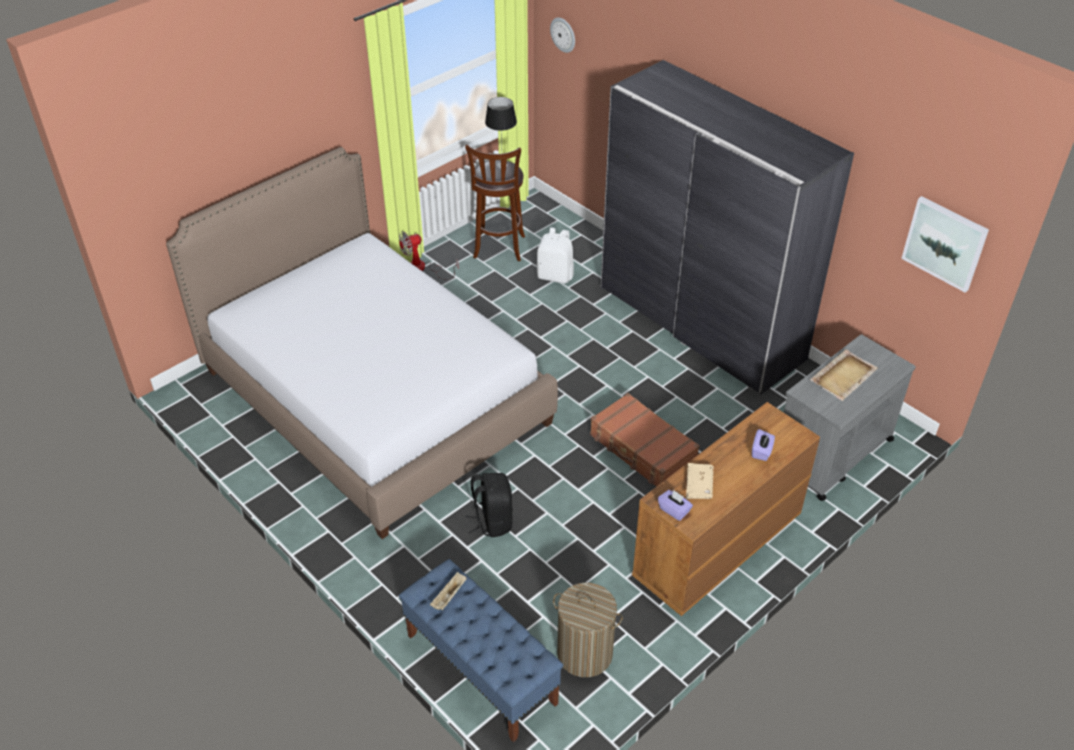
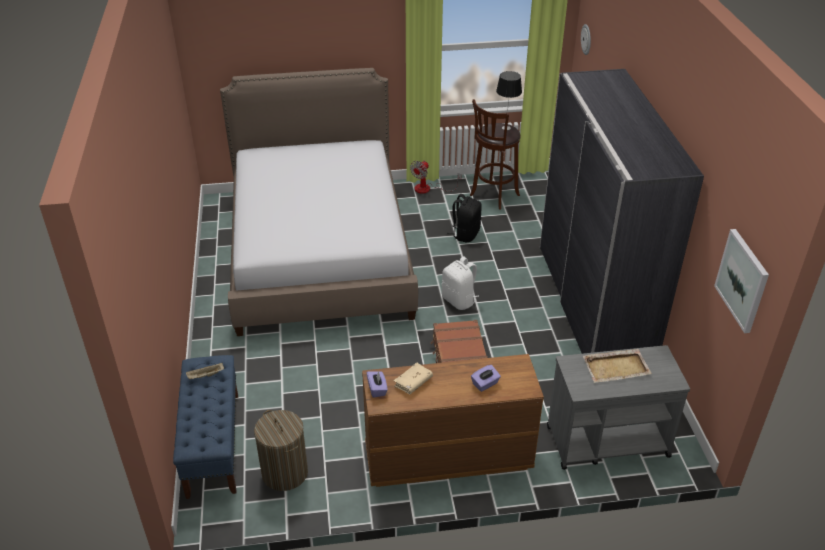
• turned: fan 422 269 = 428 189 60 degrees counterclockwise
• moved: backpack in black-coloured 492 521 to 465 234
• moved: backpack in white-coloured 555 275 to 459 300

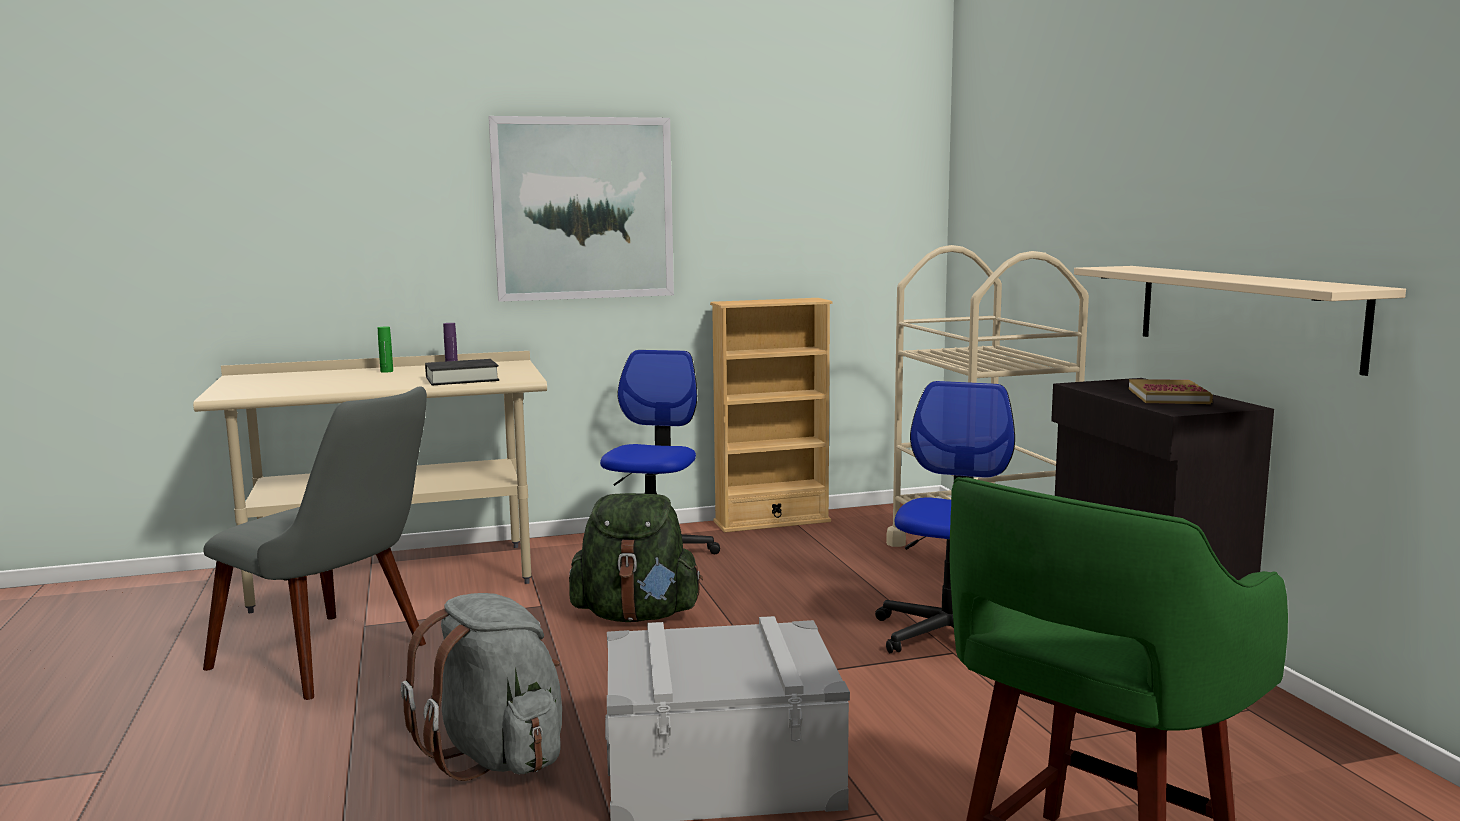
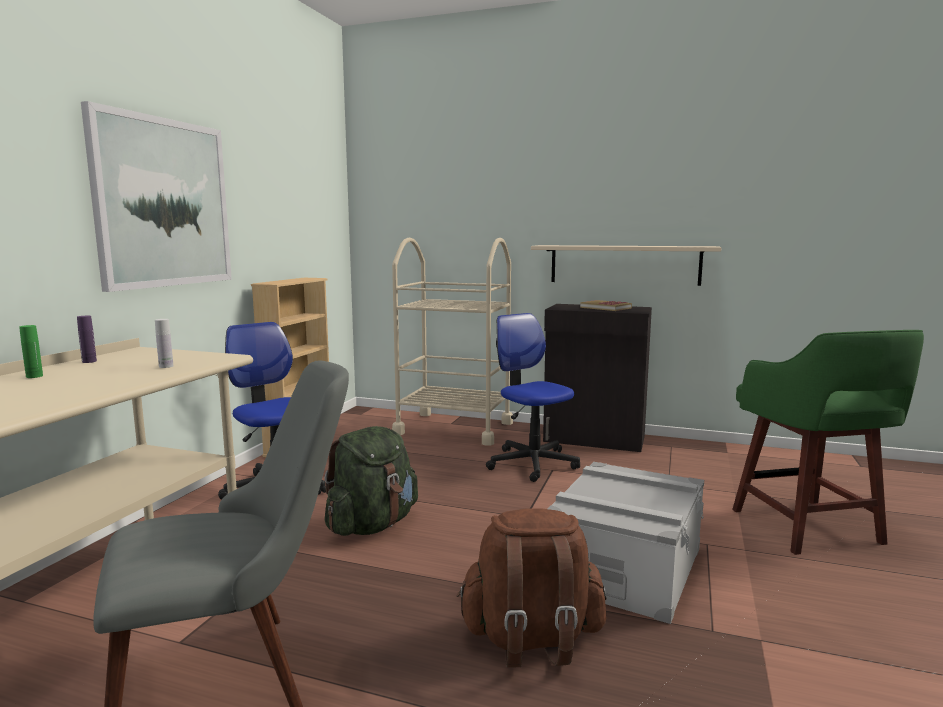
• recoloured: backpack in greyish 497 755 to backpack in brownish 531 639
• replaced: book in black-coloured 462 379 to beverage bottle in white-coloured 166 366

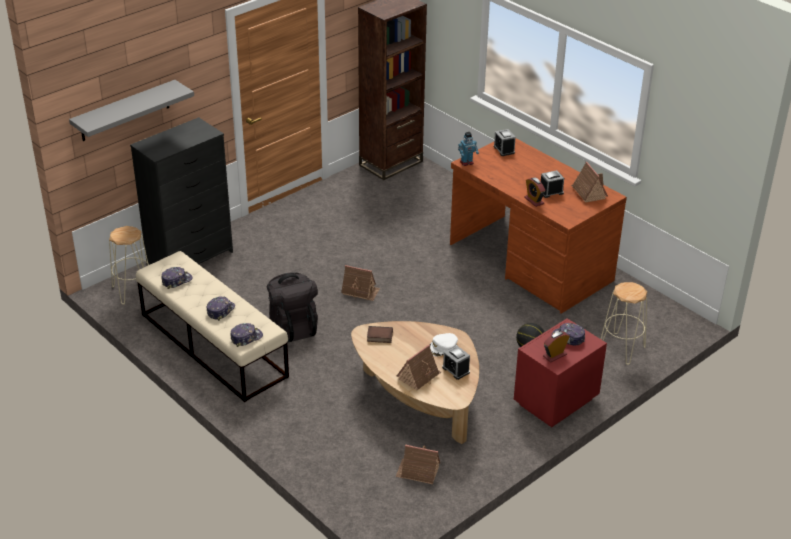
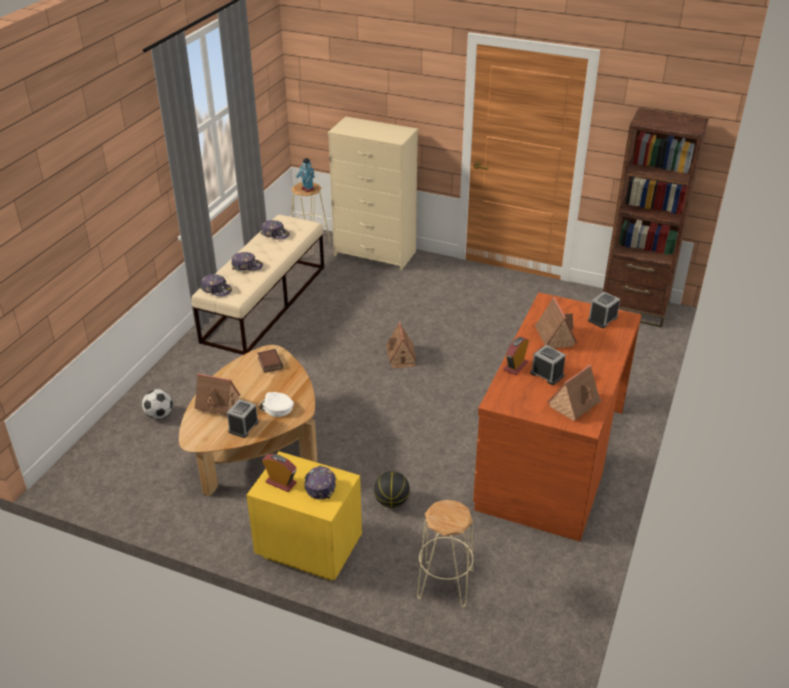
• removed: shelf in greyish 124 111
• recoloured: chest of drawers in black-coloured 191 257 to chest of drawers in beige-coloured 375 254
• removed: backpack in black-coloured 293 326
• moved: toy house 418 472 to 554 336
• moved: toy robot 467 163 to 307 189
• recoloured: night table in red-coloured 554 402 to night table in yellow 308 548
• added: football ball 159 415

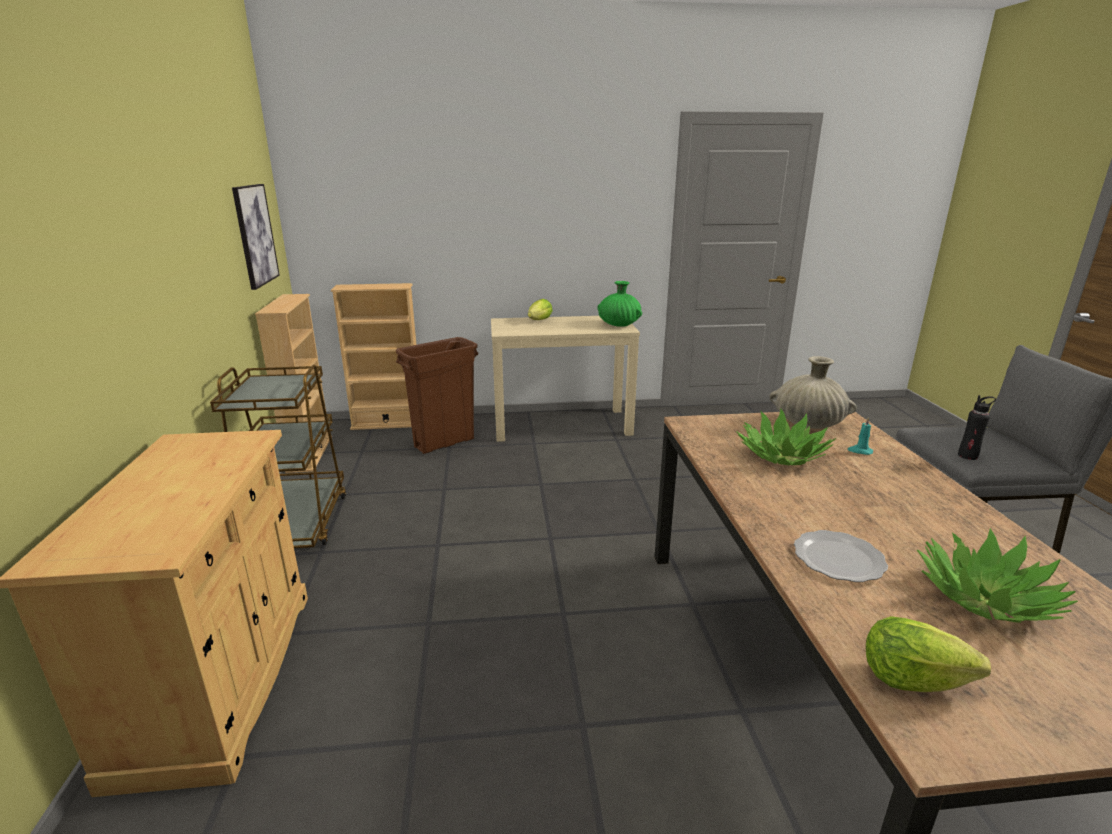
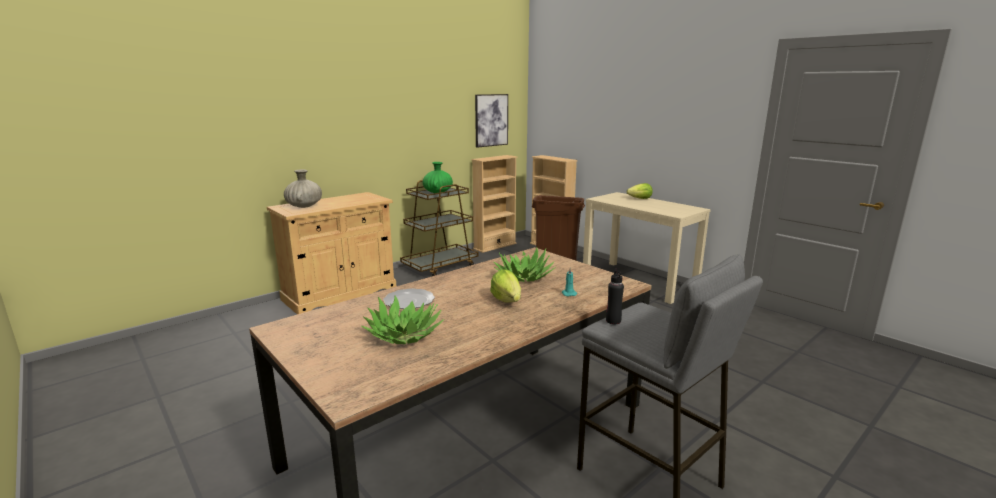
• moved: flower vase in green 619 325 to 438 192
• moved: flower vase in beige-coloured 808 424 to 304 206
• moved: head of lettuce 911 679 to 507 300

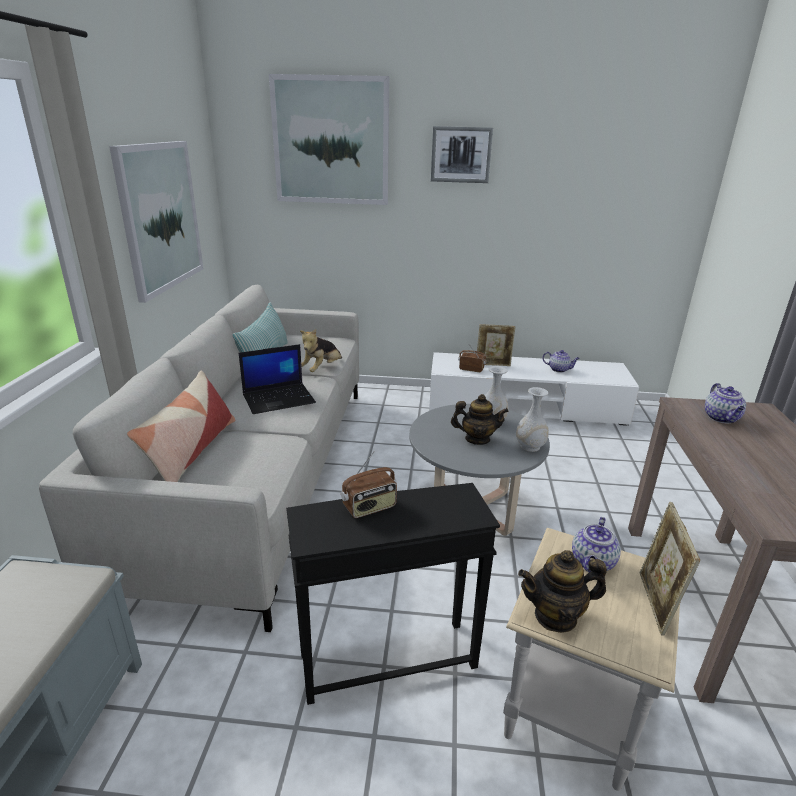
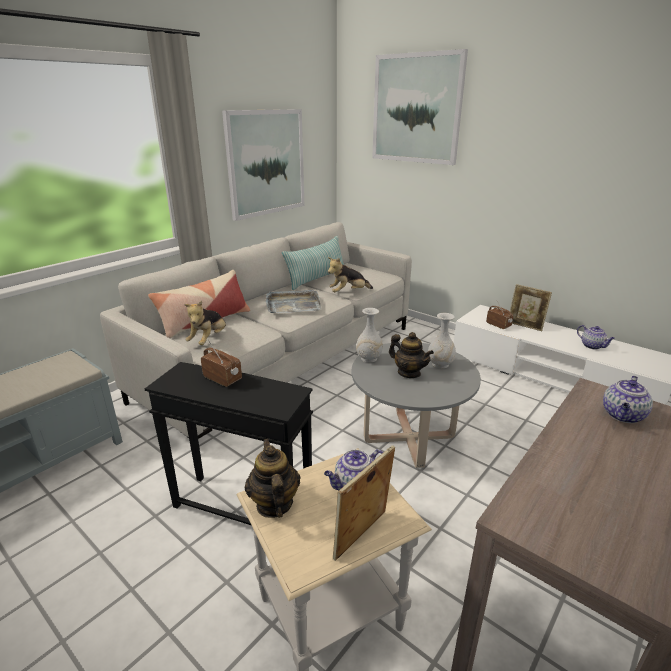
• replaced: laptop 279 398 to serving tray in greyish 292 304
• turned: radio receiver 370 507 = 223 378 150 degrees counterclockwise
• removed: wall art 461 155
• moved: flower vase in white-coloured 530 447 to 368 358
• turned: teapot 556 616 = 274 504 45 degrees clockwise
• added: cuddly toy 209 340

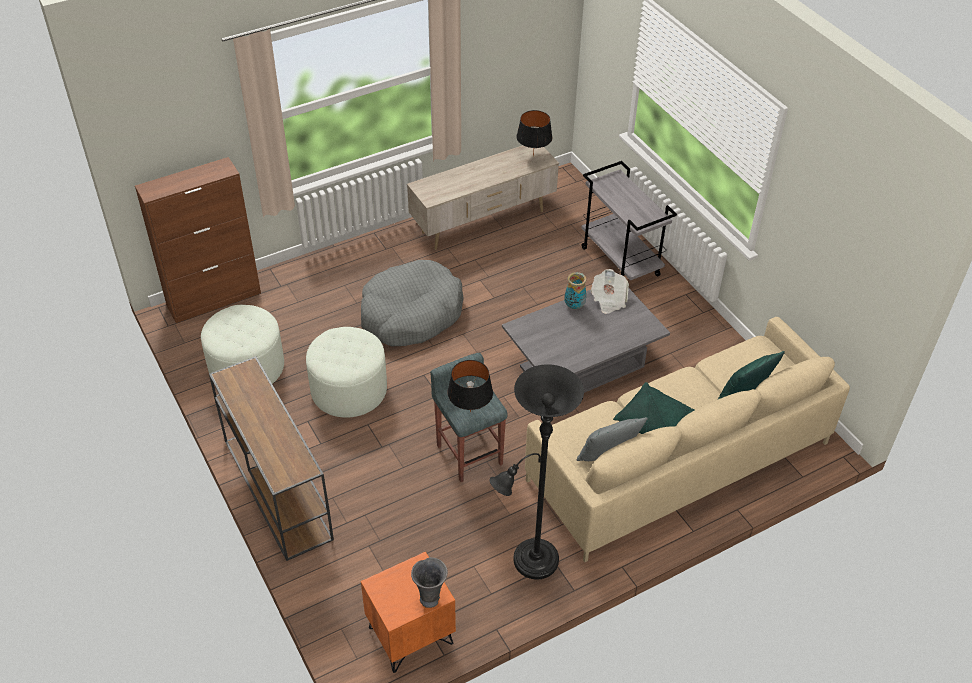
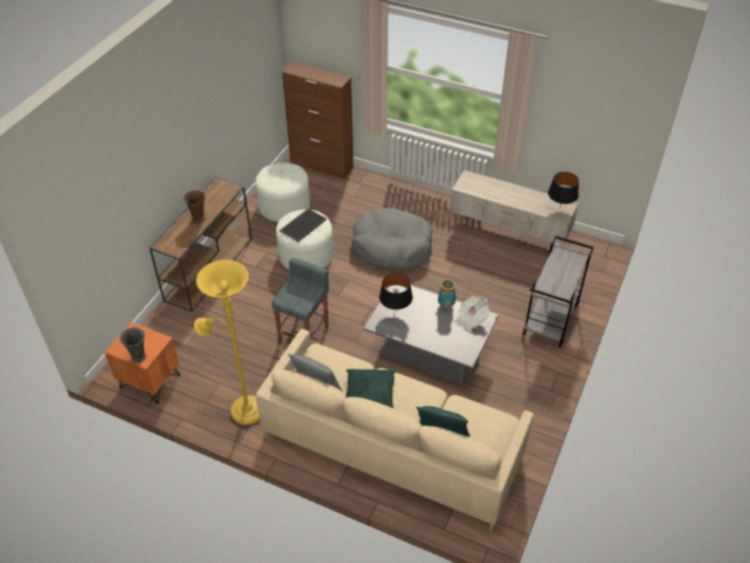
• moved: tabletop lamp in black-coloured 470 411 to 395 311
• recoloured: standard lamp in black-coloured 530 562 to standard lamp in yellow 243 409
• added: flower vase in brownish 199 219
• added: serving tray 303 224

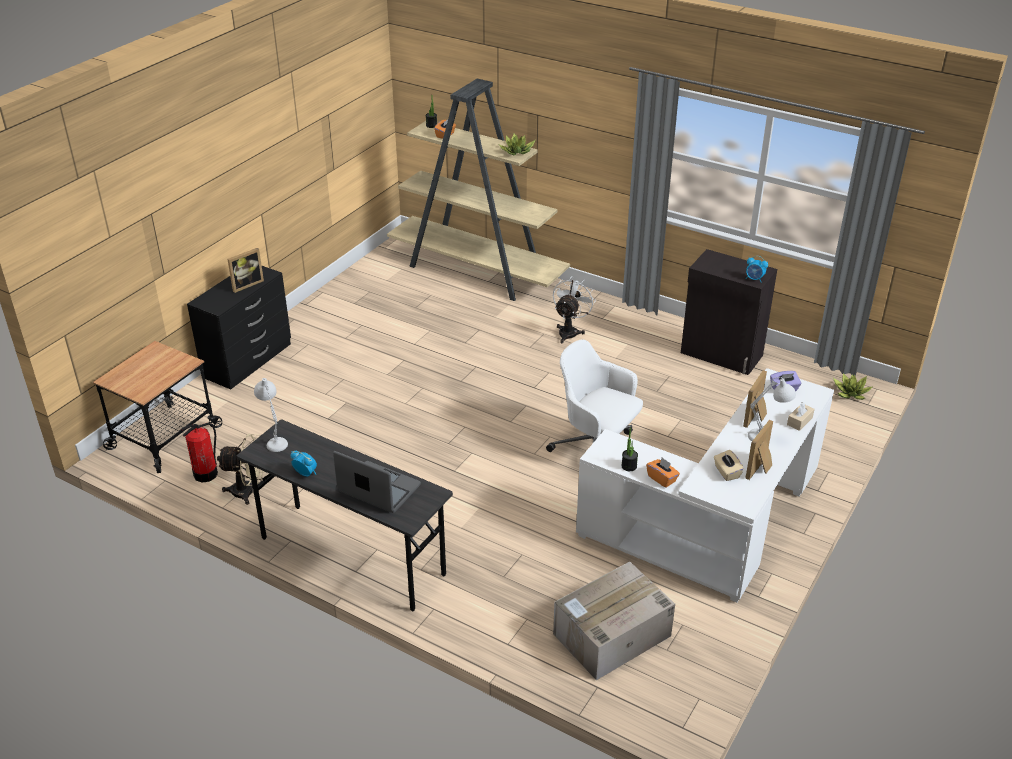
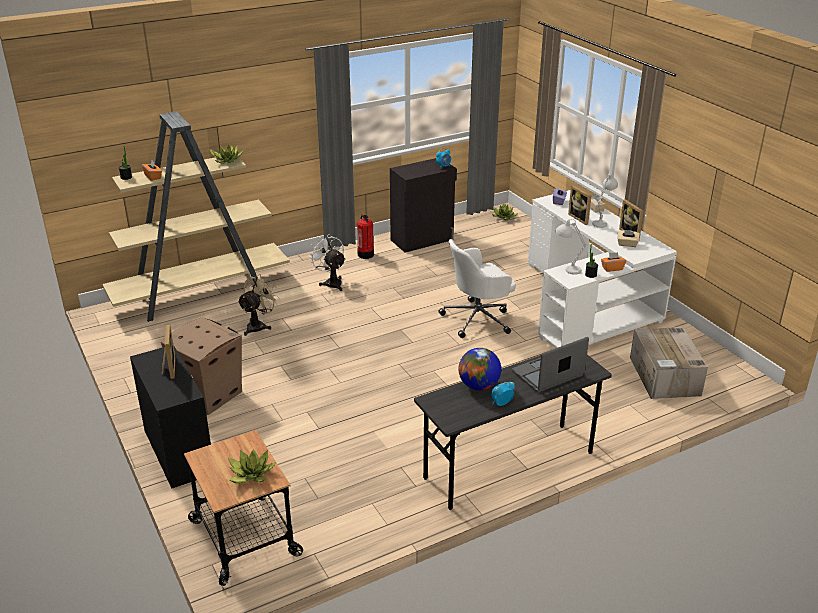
• moved: fire-fighting cylinder 206 474 to 365 254
• moved: fan in beige-coloured 249 492 to 259 326
• moved: tabletop lamp in white-coloured 275 439 to 566 270
• added: packing box 209 394
• added: plant in a pot 250 474
• added: world globe 479 386

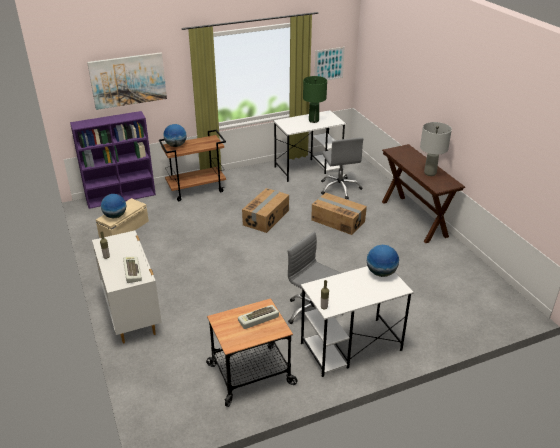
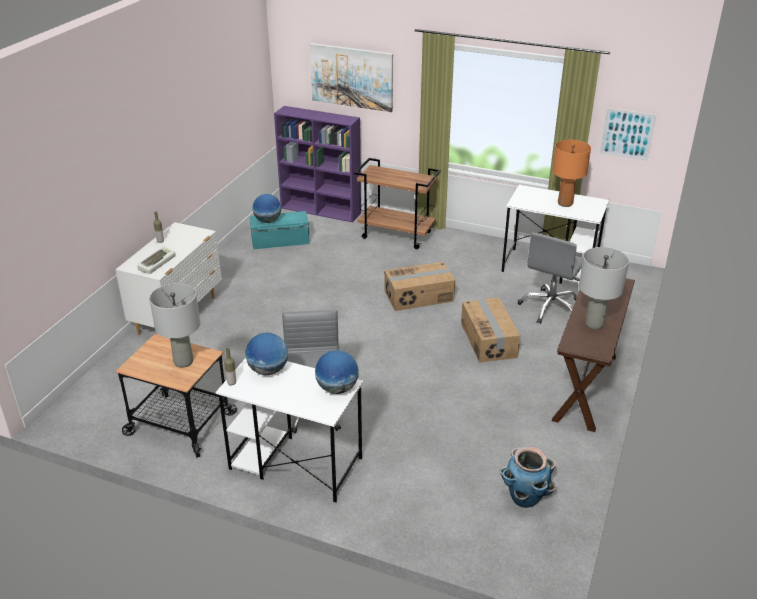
• recoloured: storage box in beige-coloured 124 229 to storage box in blue-green 280 241
• moved: world globe 176 145 to 268 370
• replaced: computer keyboard 258 319 to tabletop lamp in greyish 183 362
• recoloured: tabletop lamp in green 313 120 to tabletop lamp in orangey 564 203
• added: plant pot 525 498

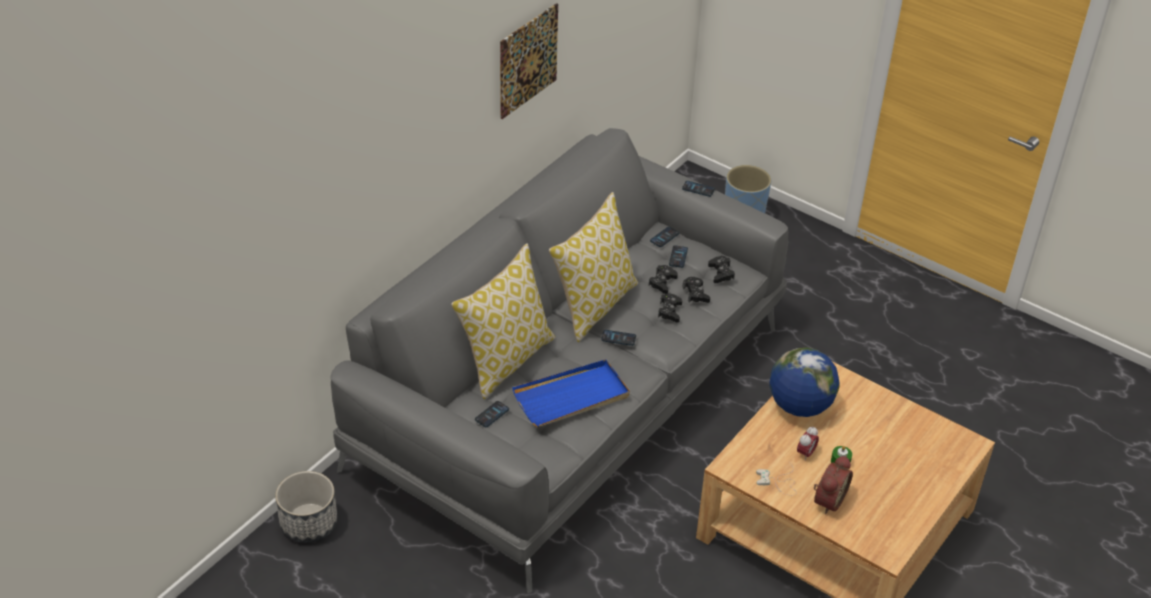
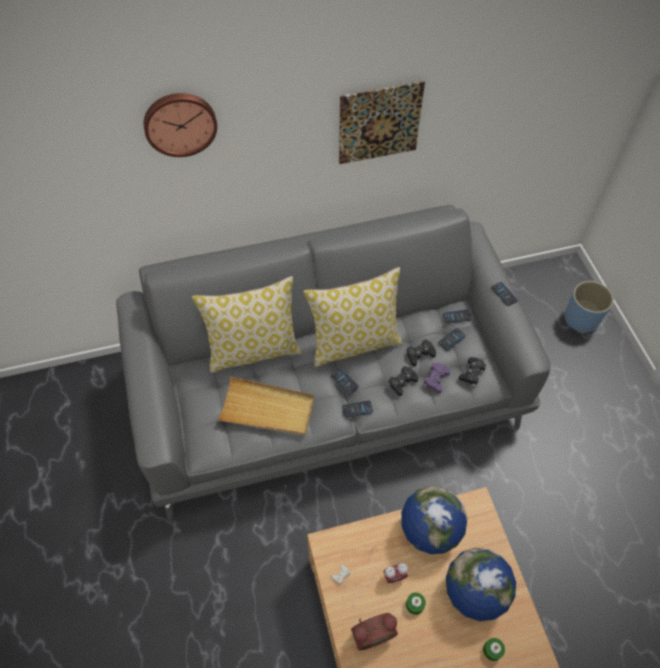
• removed: plant pot 308 523
• moved: telephone 492 414 to 357 409
• recoloured: serving tray in blue-coloured 572 397 to serving tray in beige-coloured 267 409
• recoloured: game controller in black-coloured 695 294 to game controller in purple 436 379
• added: clock on the wall 180 123
• added: world globe 474 592
• added: wax candle in green 492 650

